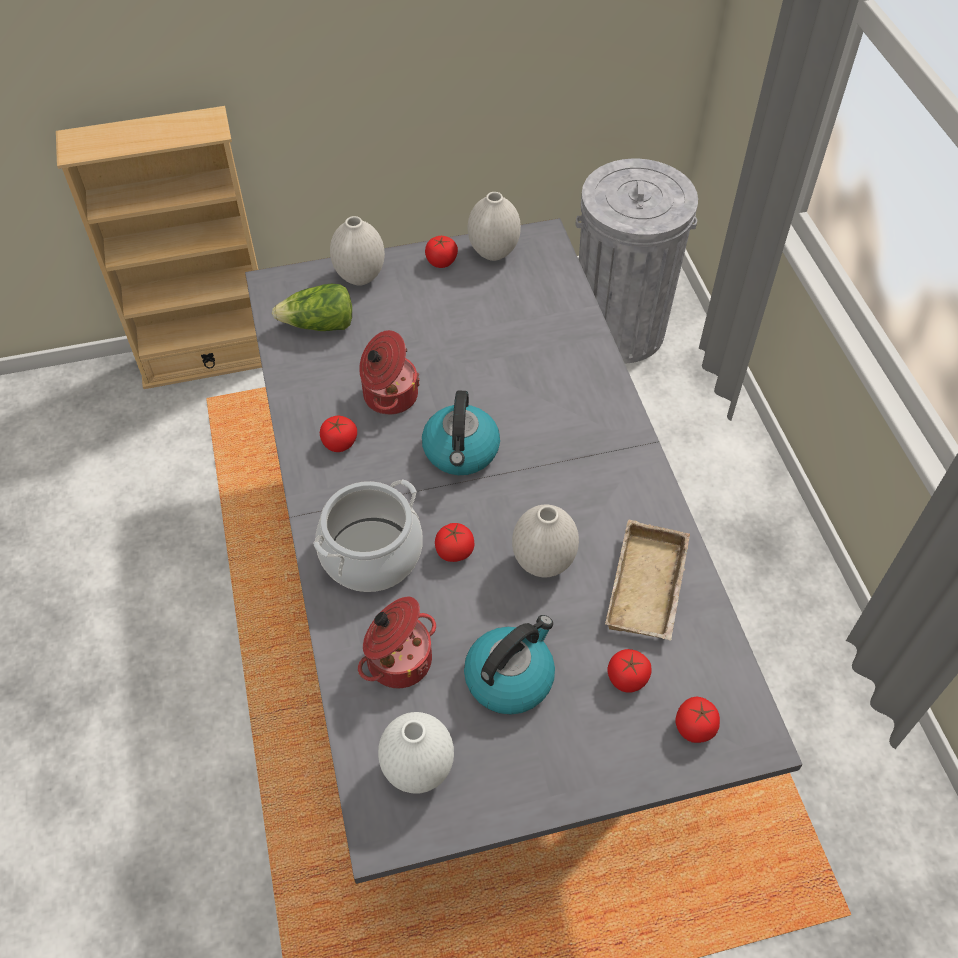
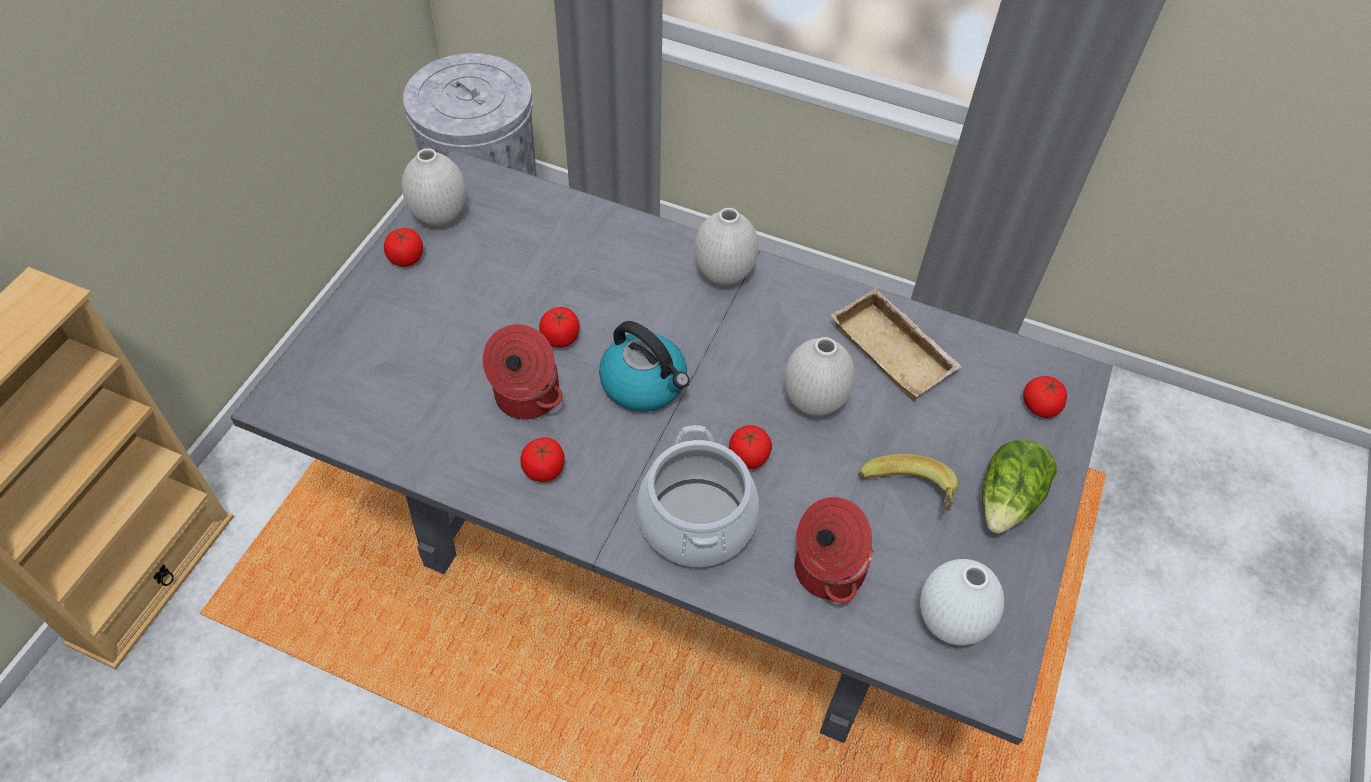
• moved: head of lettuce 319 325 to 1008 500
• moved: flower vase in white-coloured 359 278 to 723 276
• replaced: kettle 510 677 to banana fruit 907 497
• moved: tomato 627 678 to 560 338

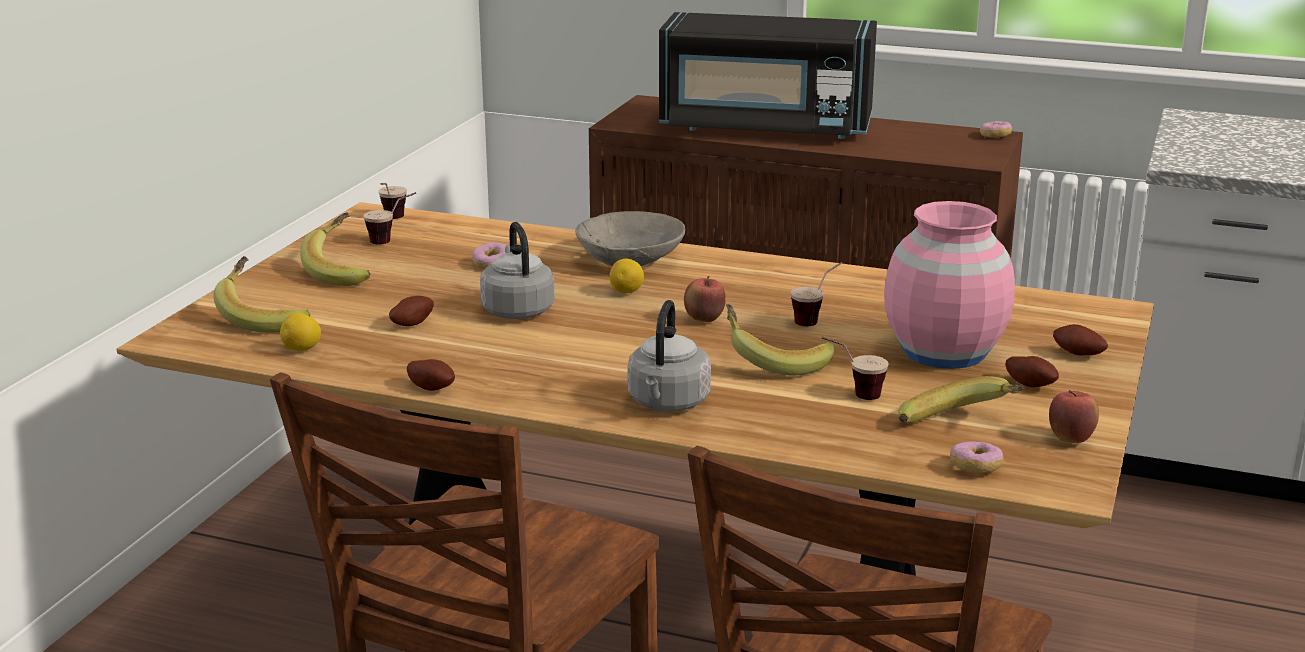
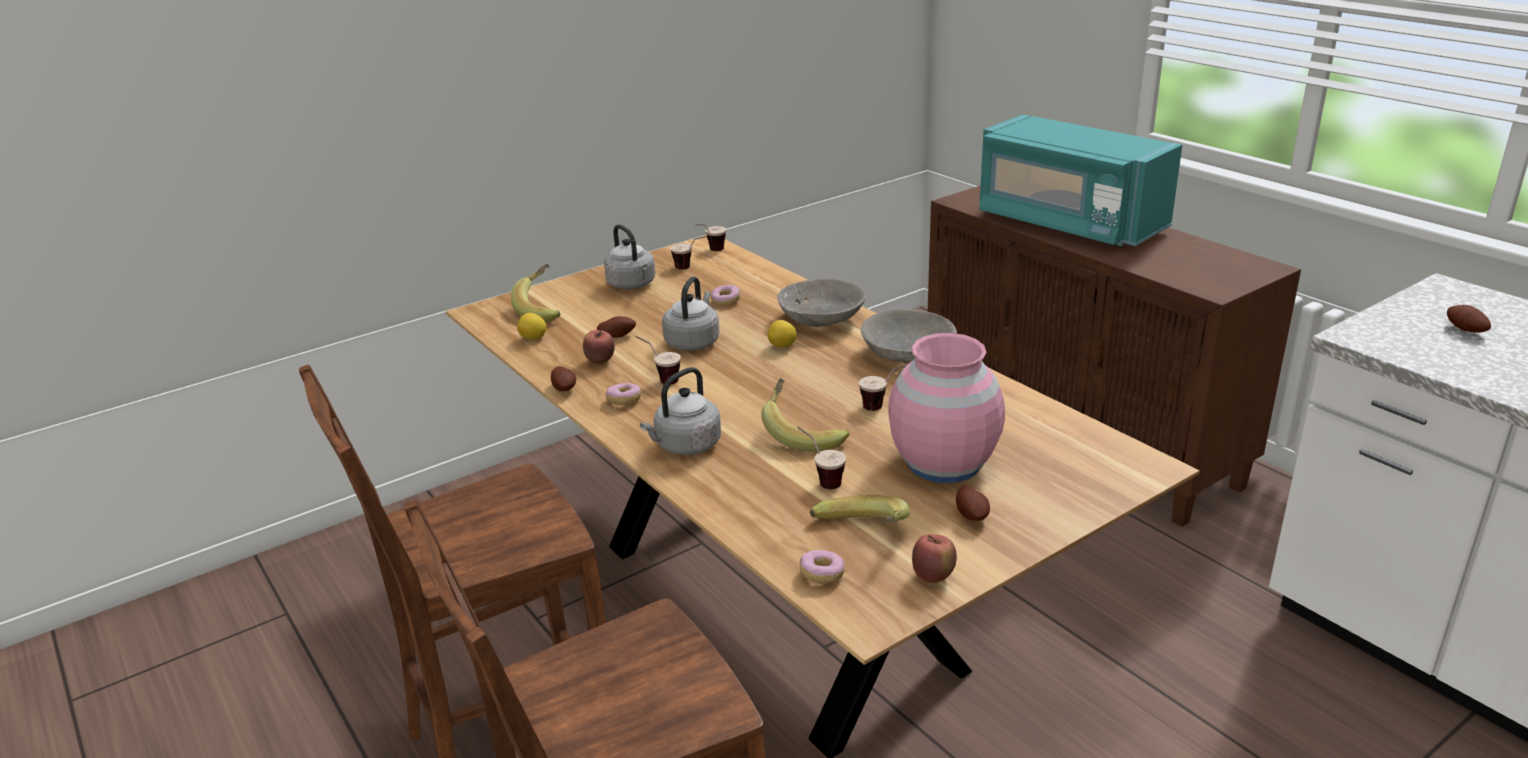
• replaced: banana fruit 344 271 to kettle in greyish 632 285
• recoloured: microwave in black-coloured 765 127 to microwave in blue-green 1068 224
• moved: whole apple 704 320 to 600 362
• moved: doughnut 995 136 to 624 401
• moved: whole potato 1077 355 to 1464 330
• added: small cup 660 379
• added: serving bowl in greyish 906 354

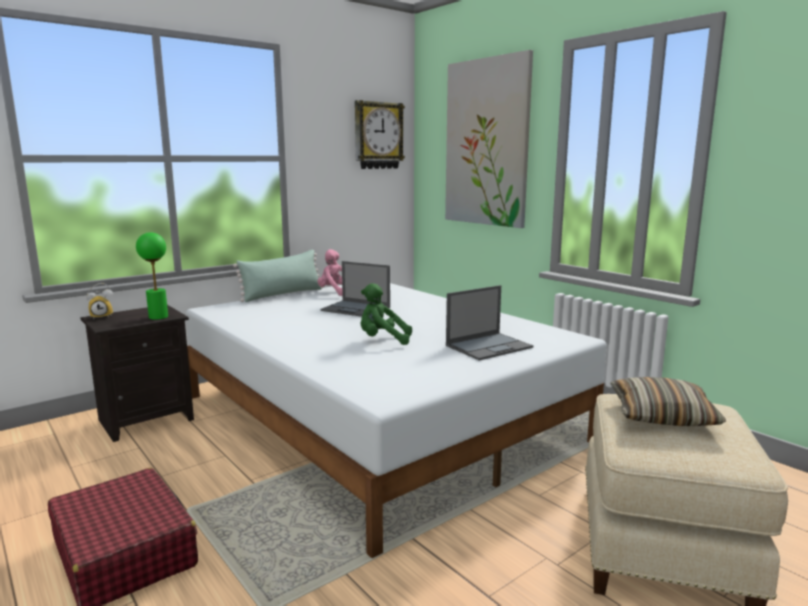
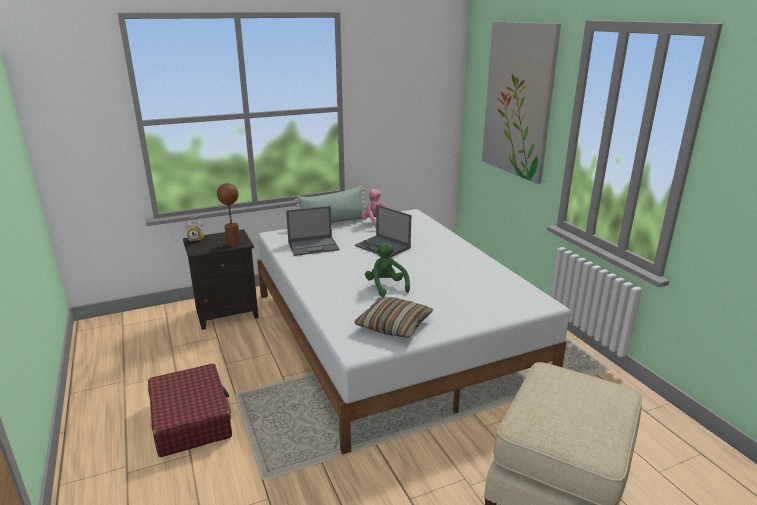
• recoloured: tabletop lamp in green 158 317 to tabletop lamp in brownish 233 244
• removed: clock on the wall 378 135
• turned: cuddly toy in green 382 340 = 386 286 45 degrees clockwise
• moved: laptop 489 346 to 314 246
• moved: cushion 662 415 to 394 325

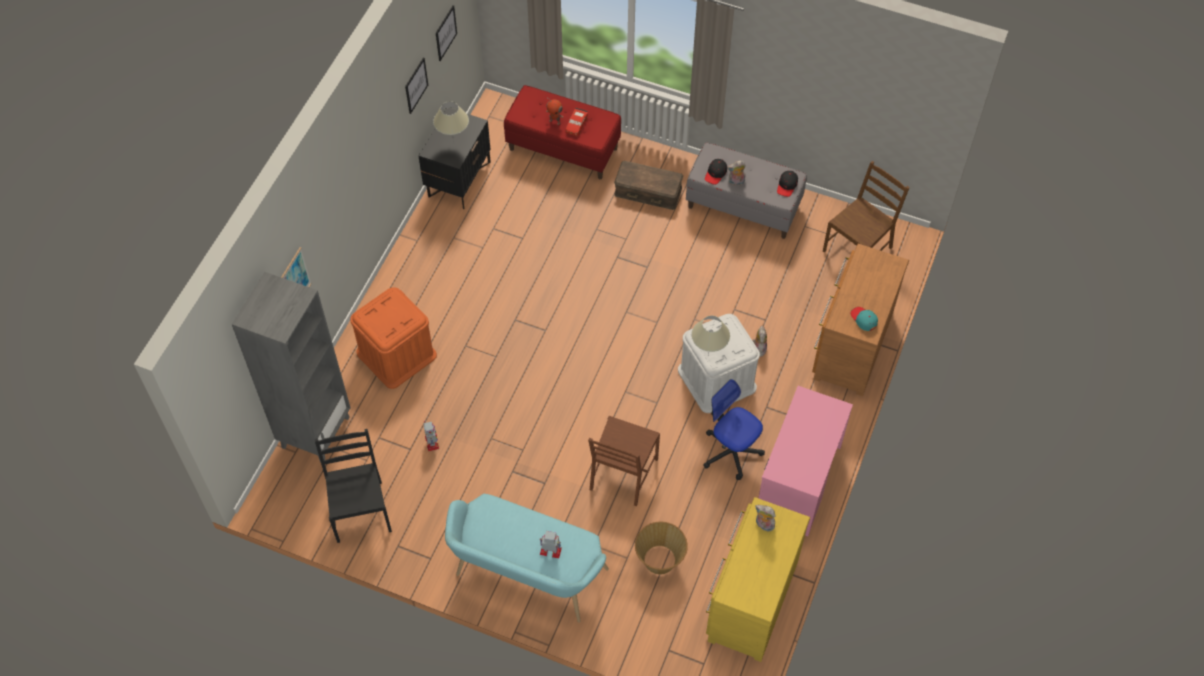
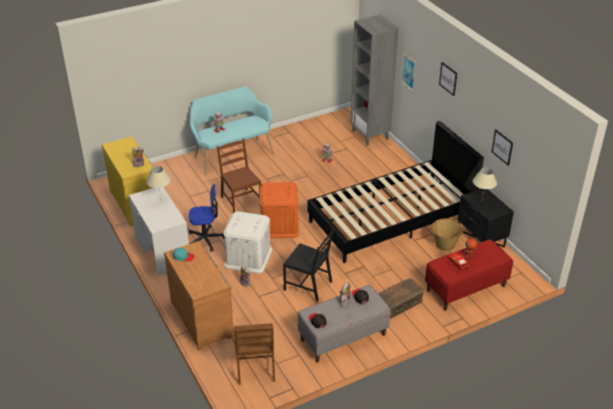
• moved: chair in black-coloured 360 511 to 308 285
• moved: storage box in orangey 396 354 to 279 225
• moved: wall art 445 33 to 448 78
• moved: basket 660 560 to 444 245
• moved: tabletop lamp in beige-coloured 708 355 to 161 200
• recoloured: desk in pinkish 798 481 to desk in white-coloured 162 250
• added: bedroom bed in black-coloured 391 219

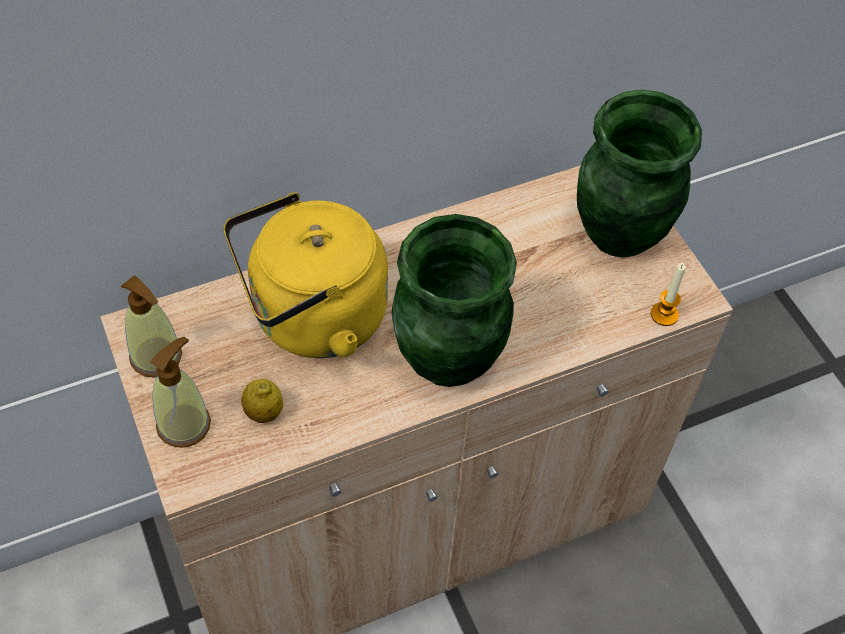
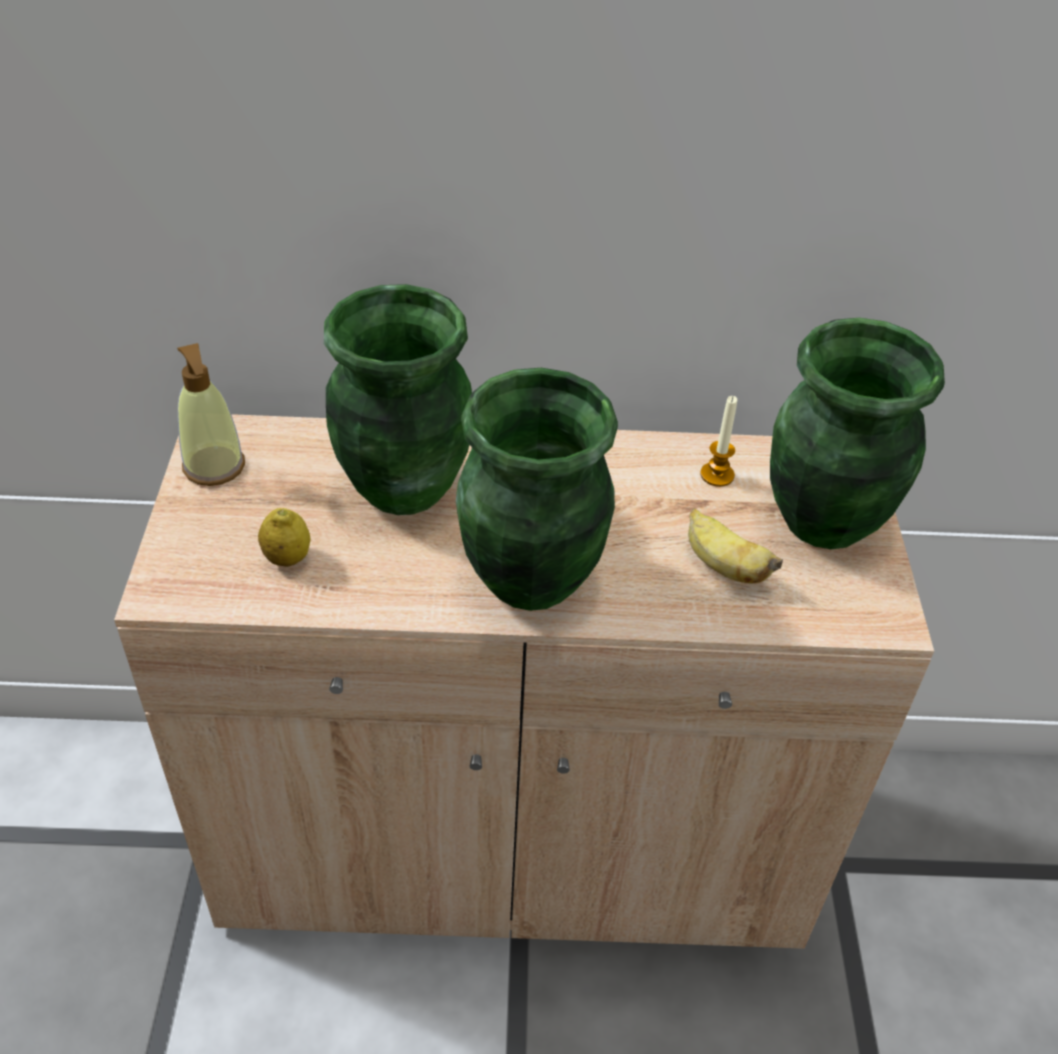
• removed: soap dispenser 184 424
• replaced: kettle in yellow 312 318 to flower vase in green 402 486
• moved: wax candle 664 315 to 717 475
• added: banana fruit 723 566

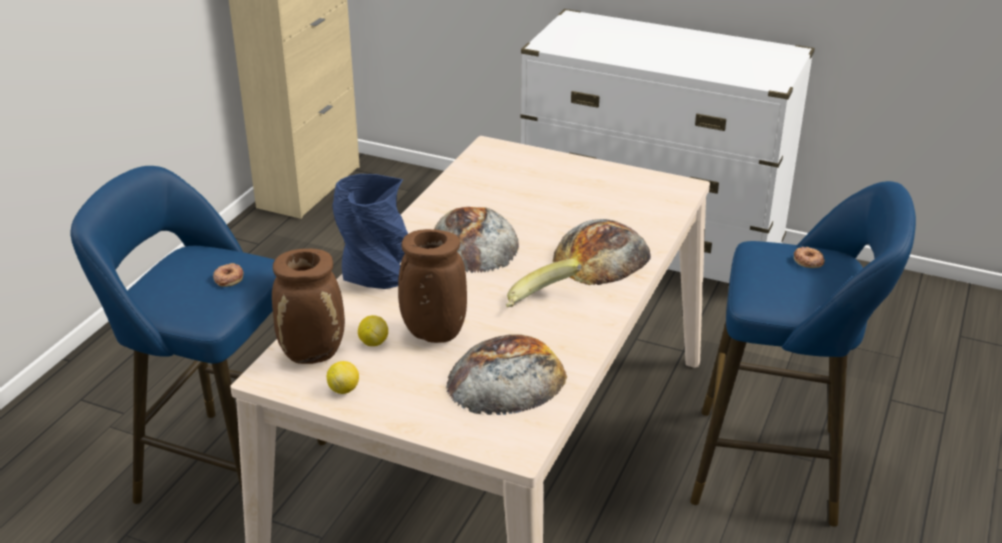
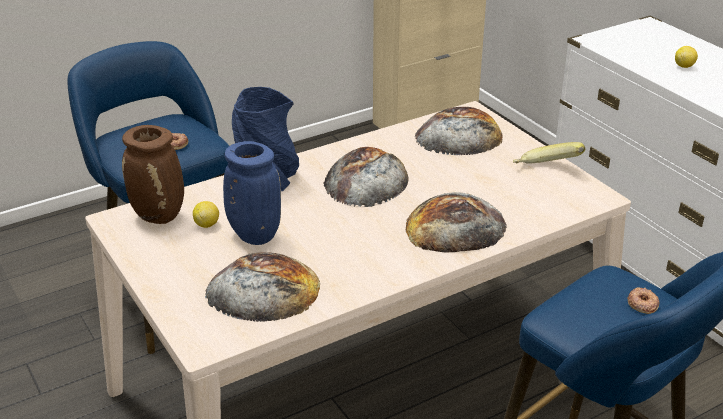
• moved: citrus fruit 344 389 to 684 66
• recoloured: flower vase in brownish 432 334 to flower vase in blue-coloured 253 235
• moved: banana fruit 541 302 to 546 170
• added: bread 459 136

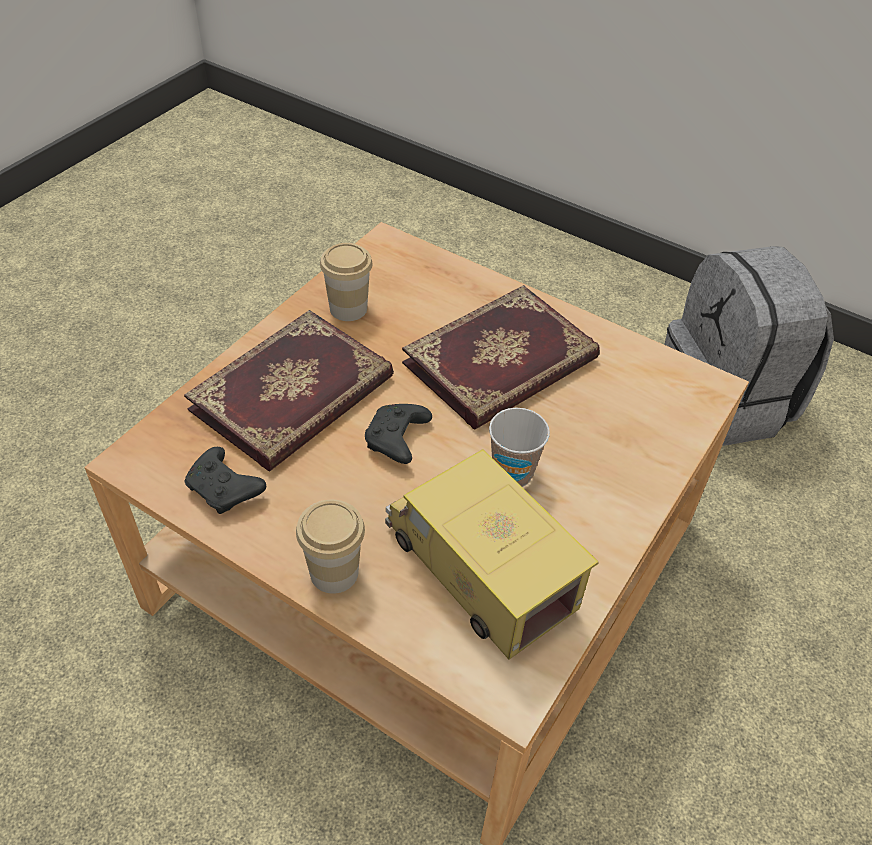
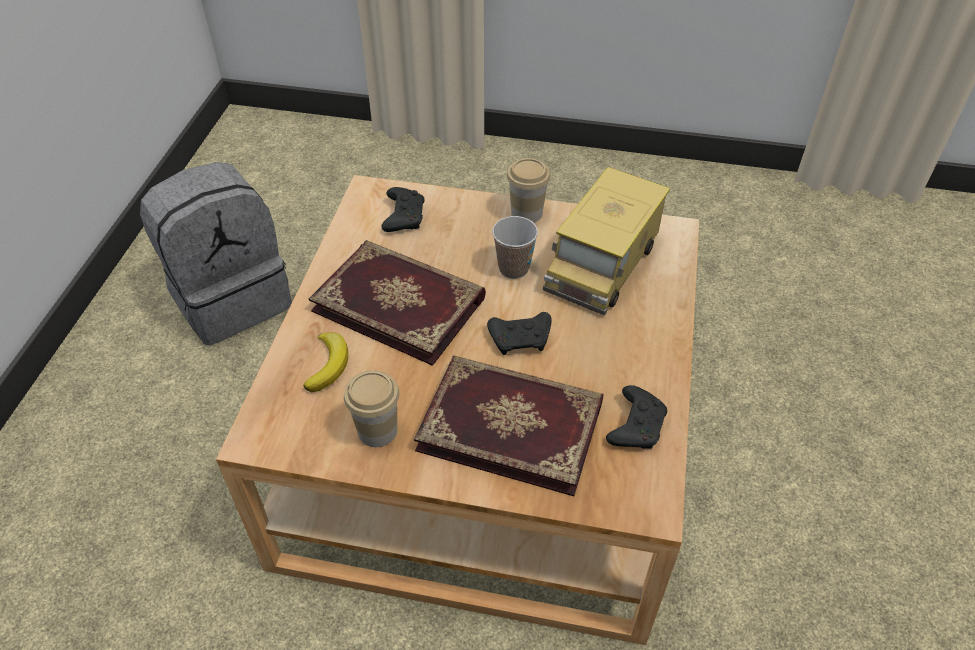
• moved: small cup 334 572 to 526 213
• added: banana fruit 328 364
• added: game controller in black-coloured 403 216

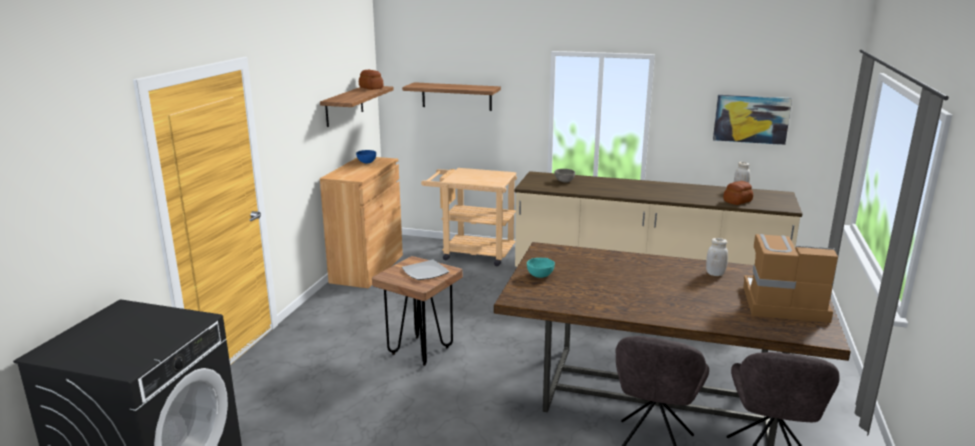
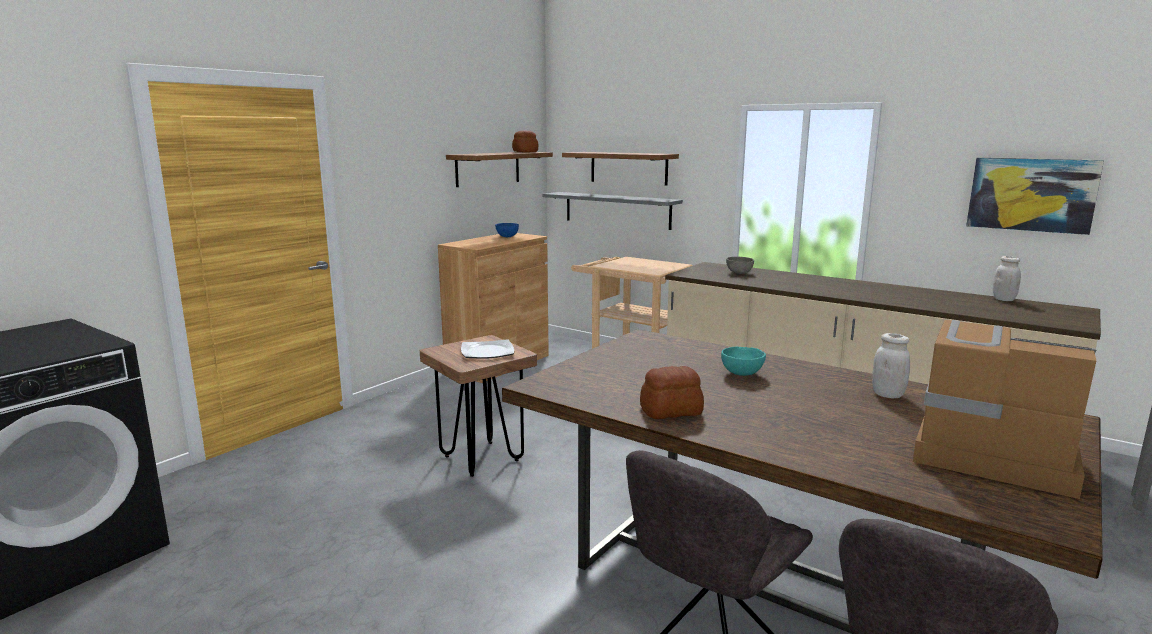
• moved: serving bowl in blue-green 540 276 to 742 374
• moved: bread 738 201 to 672 411
• added: shelf in greyish 617 210

